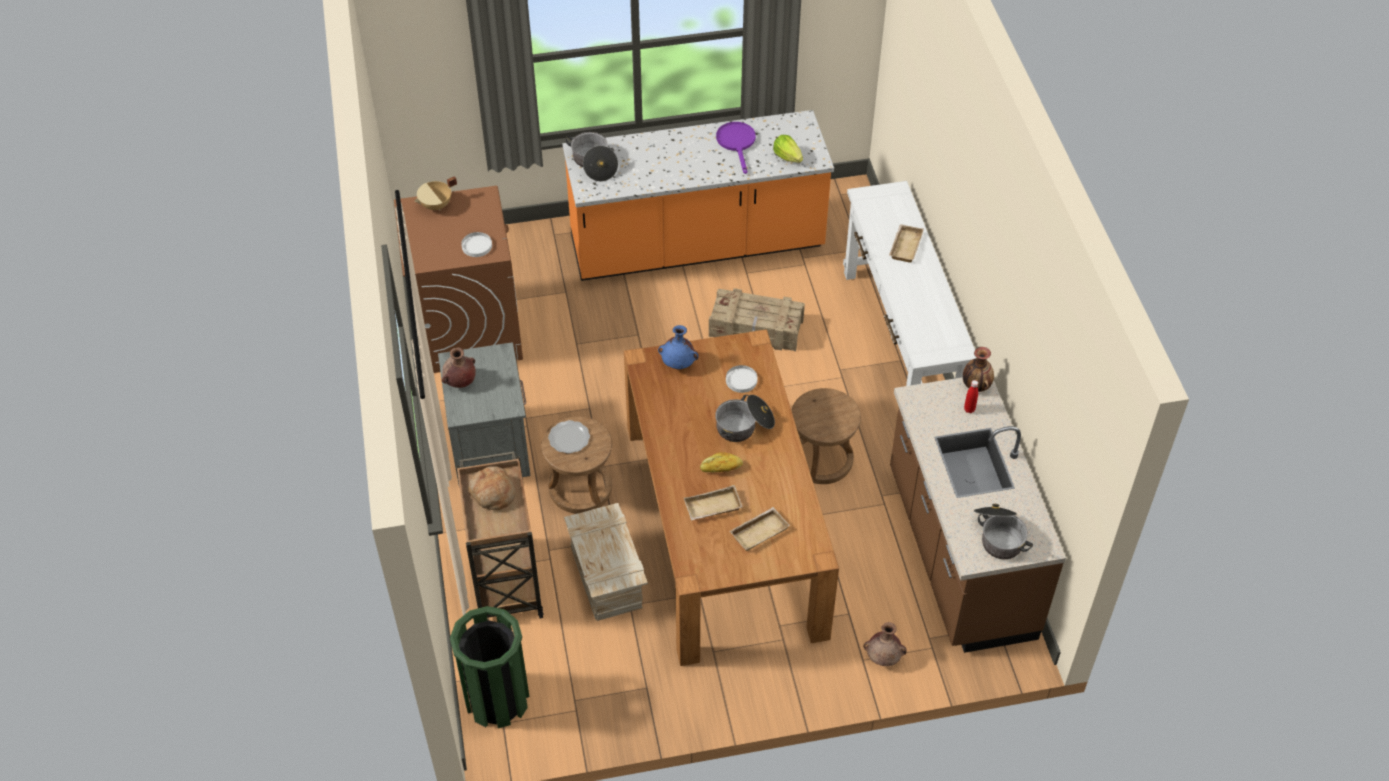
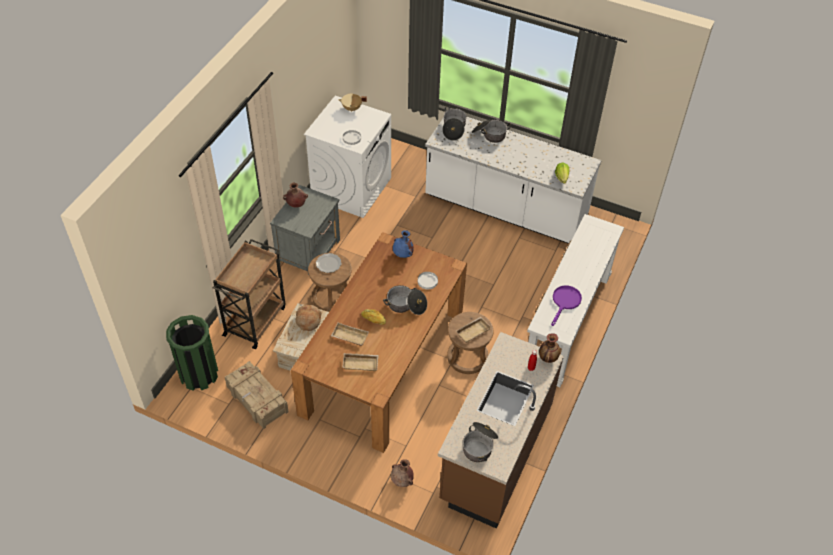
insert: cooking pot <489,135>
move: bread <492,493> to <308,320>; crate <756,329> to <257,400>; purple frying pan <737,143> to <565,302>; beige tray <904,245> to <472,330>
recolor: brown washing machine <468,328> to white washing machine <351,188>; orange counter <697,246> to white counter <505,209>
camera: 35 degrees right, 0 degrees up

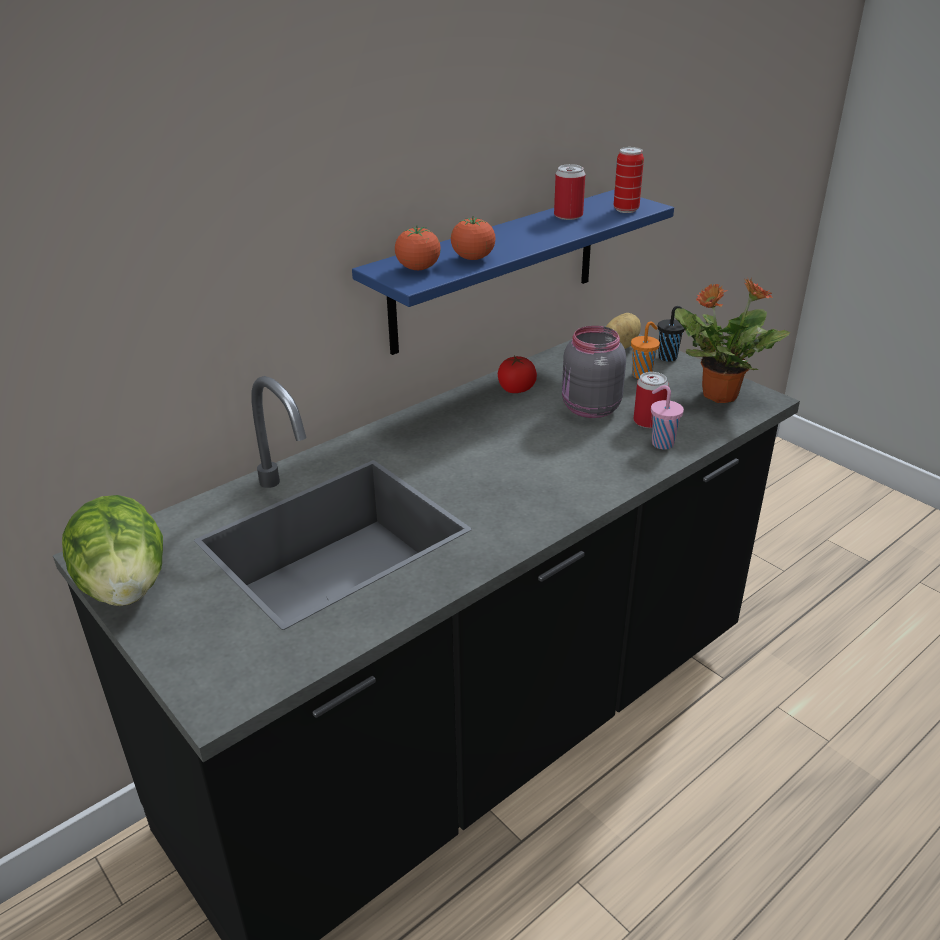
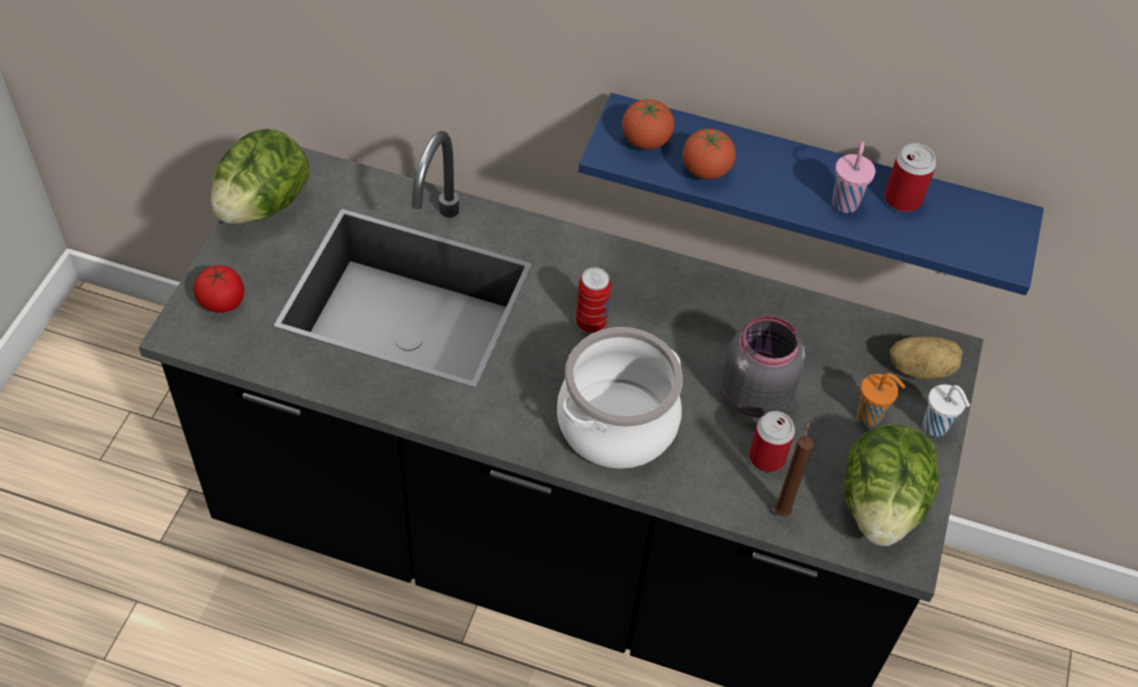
insert: cooking pot <616,422>; brown candle <782,509>
move: tomato <516,389> to <222,301>; can <626,210> to <591,323>; pink cup <661,443> to <845,202>
replace: potted plant <718,395> to lettuce <880,505>
recolor: black cup <669,357> to white cup <936,427>
camera: 55 degrees right, 20 degrees up

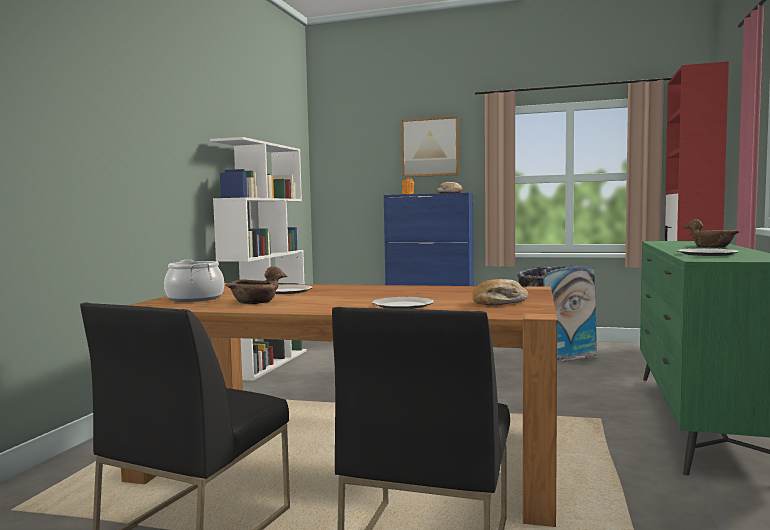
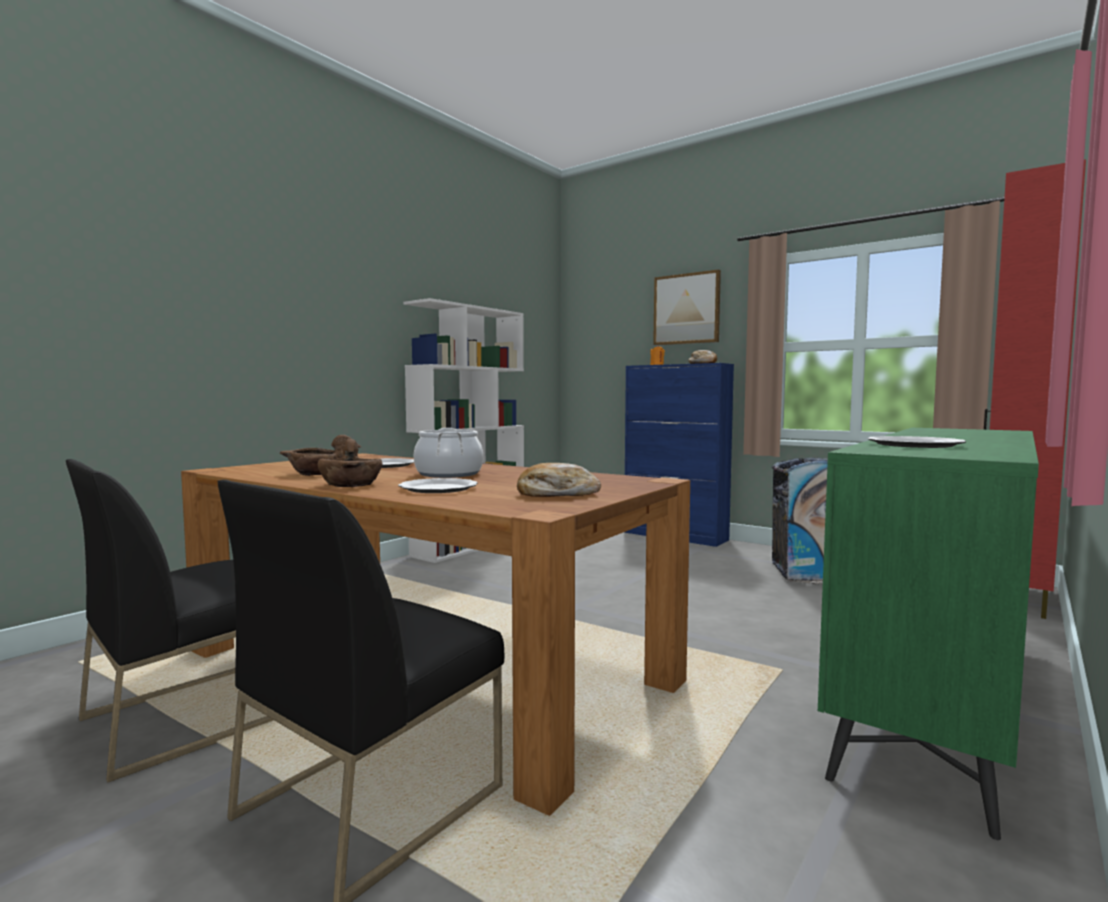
move: cooking pot <195,298> to <449,474>; brown bowl <712,246> to <351,484>
camera: 20 degrees right, 0 degrees up

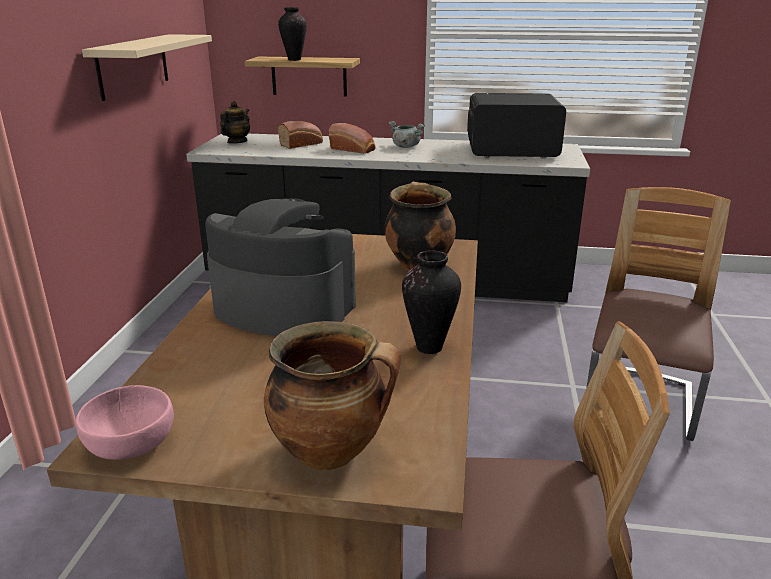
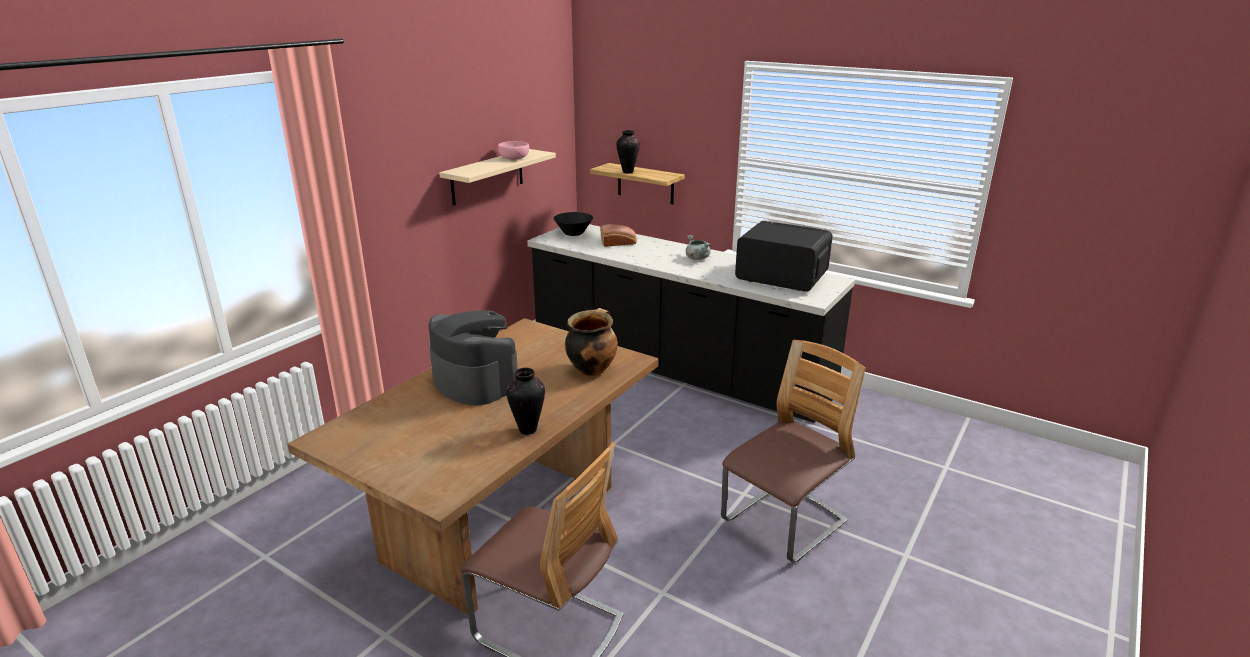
delete: cooking pot <332,451>; bread <353,149>
move: pink bowl <129,444> to <513,158>
replace: teapot <237,142> to black bowl <573,233>
camera: 25 degrees right, 0 degrees up

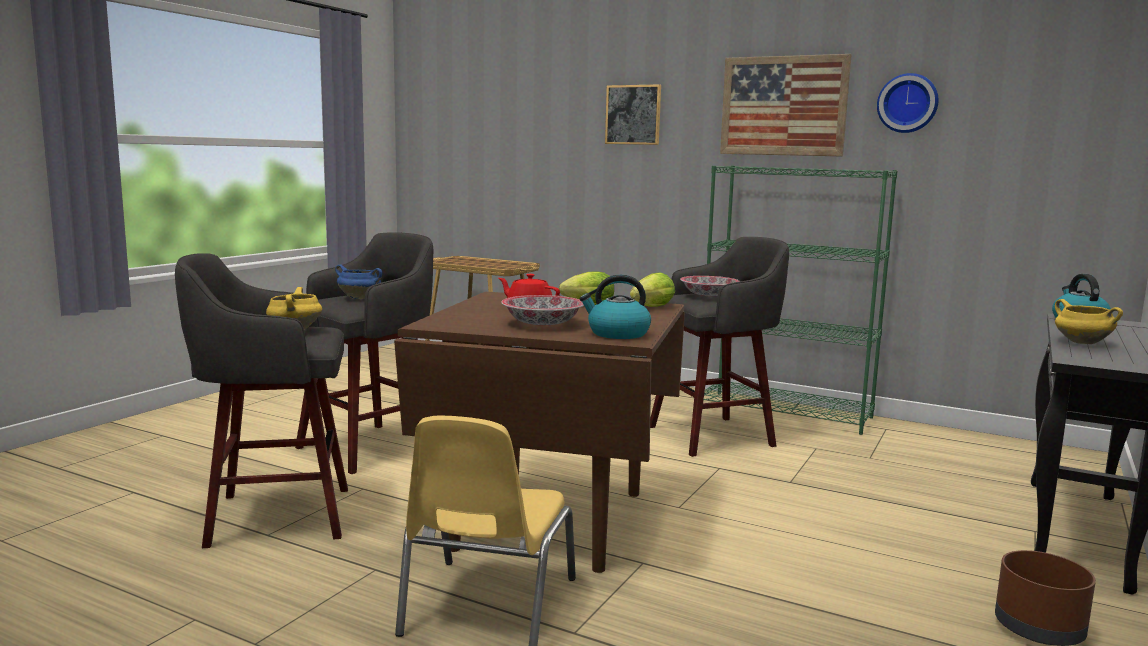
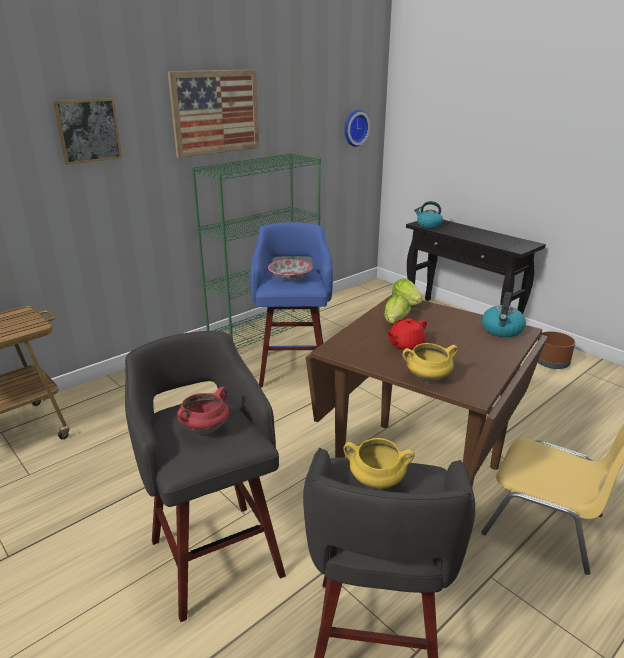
delete: bowl <542,324>
move: wall clock <907,103> to <354,128>; yellow cooking pot <1081,342> to <427,378>
recolor: blue cooking pot <360,298> to red cooking pot <205,428>; grey stool <714,436> to blue stool <293,368>
camera: 70 degrees left, 15 degrees up

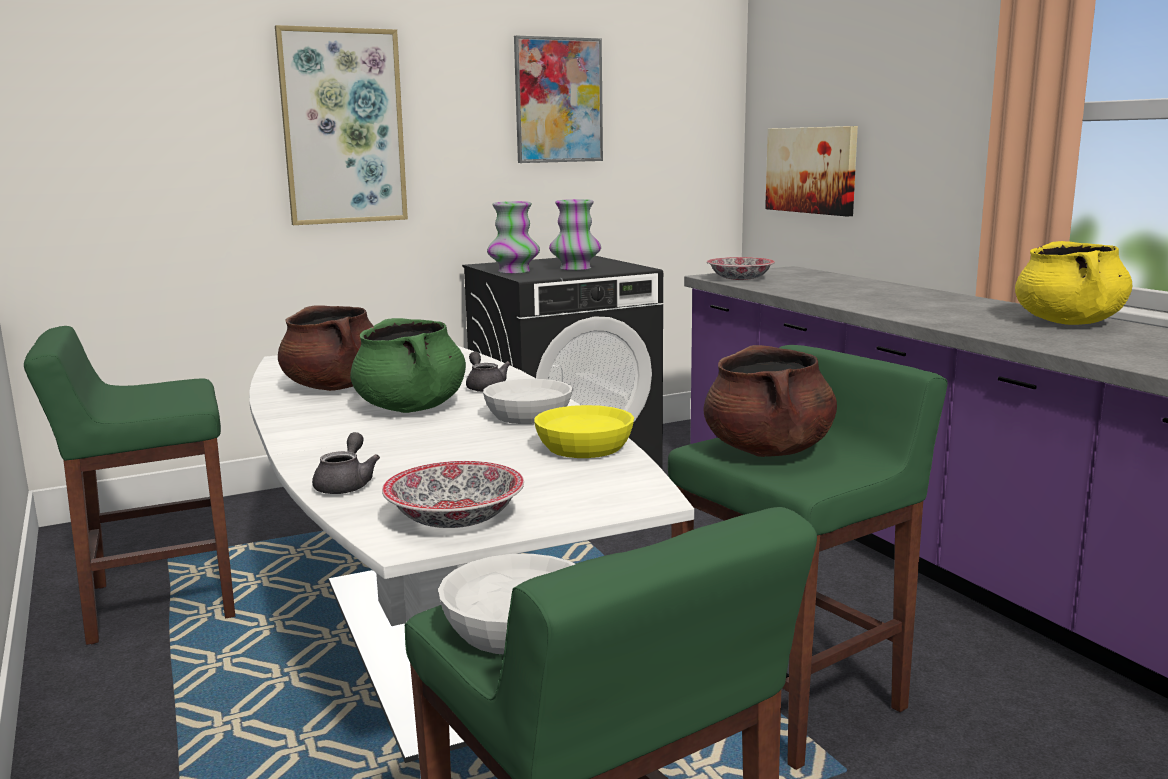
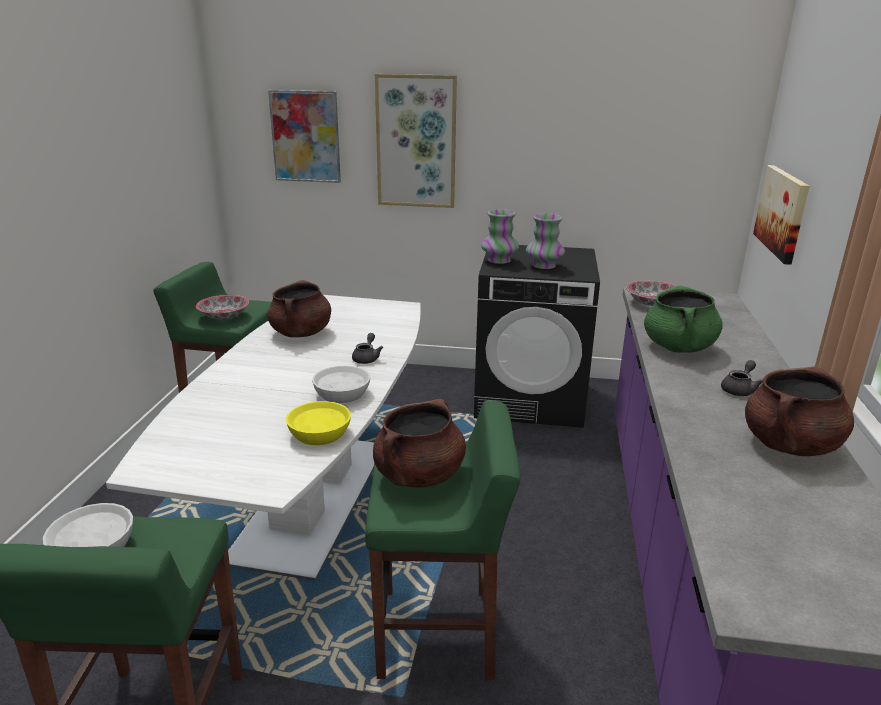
move: grey teapot <346,484> to <739,389>; green cooking pot <411,408> to <678,347>; bowl <456,519> to <224,316>; picture <558,100> to <305,136>
recolor: yellow cooking pot <1068,323> to brown cooking pot <790,445>
camera: 35 degrees right, 10 degrees up

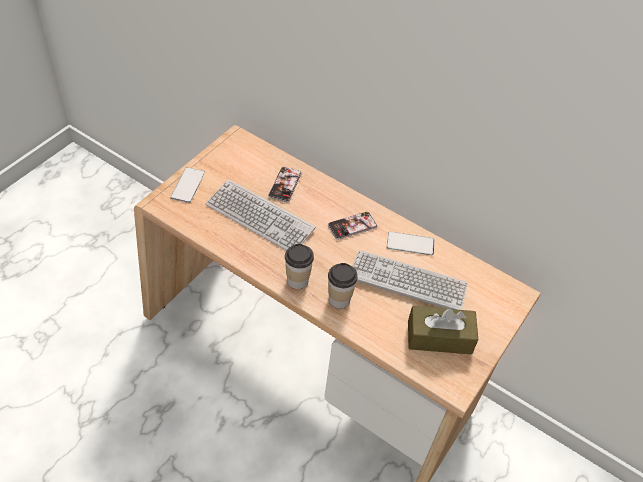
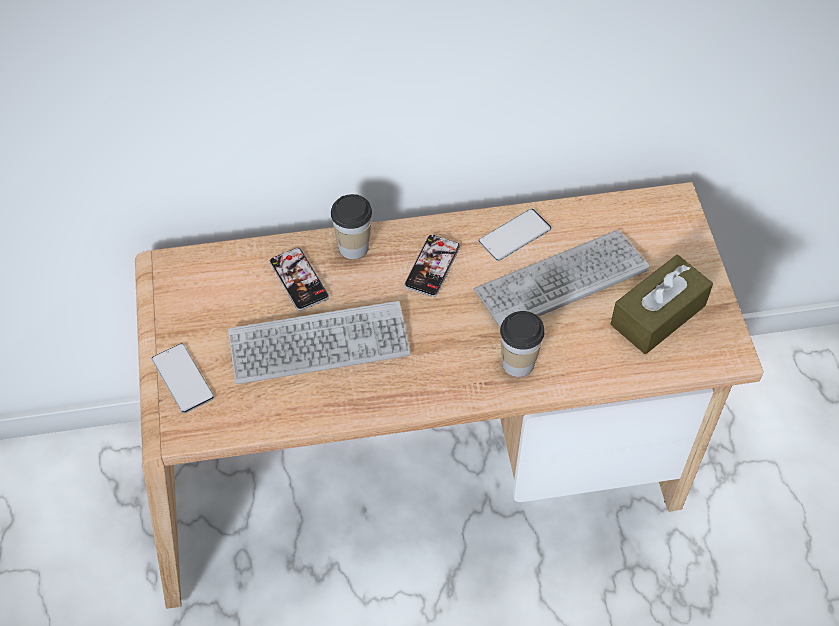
move: cup <297,280> to <353,247>
camera: 40 degrees left, 5 degrees up

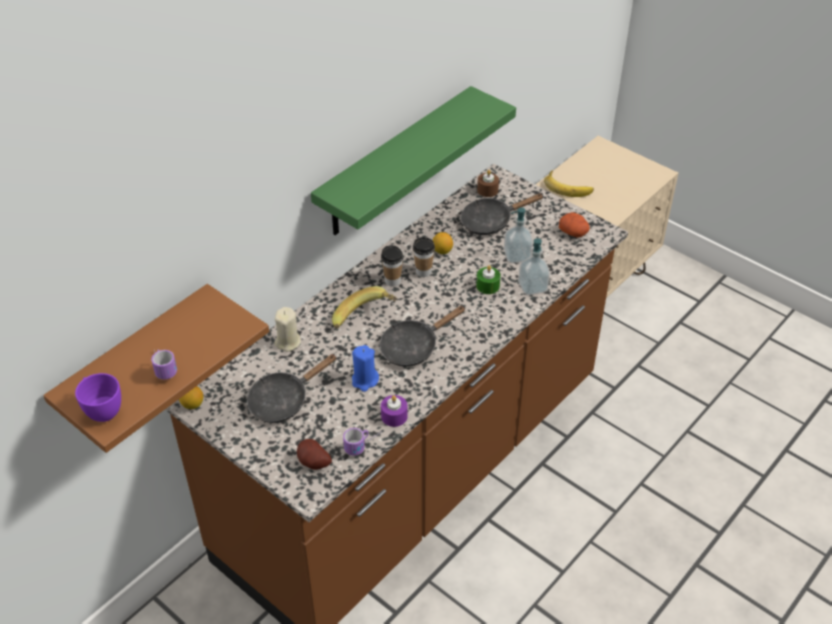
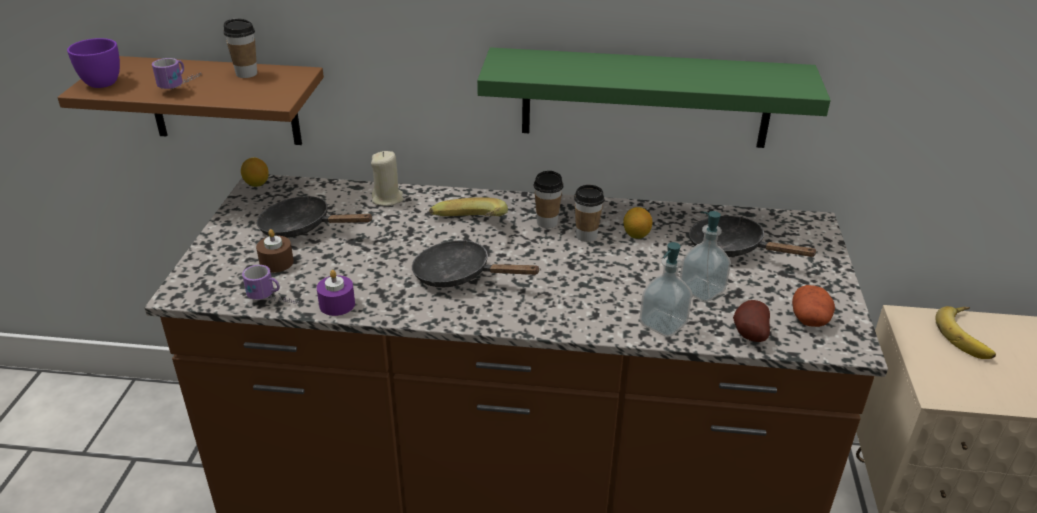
delete: blue candle <365,380>; green candle <487,286>
insert: cup <246,74>
move: potato <313,464> to <748,334>; brown candle <487,190> to <276,262>
camera: 55 degrees right, 10 degrees down

